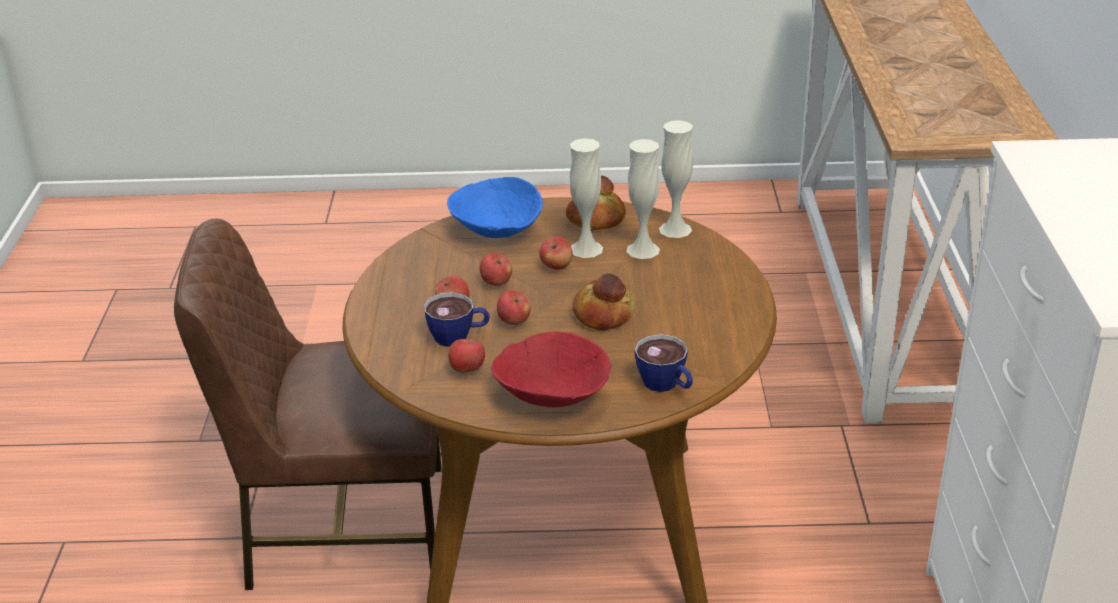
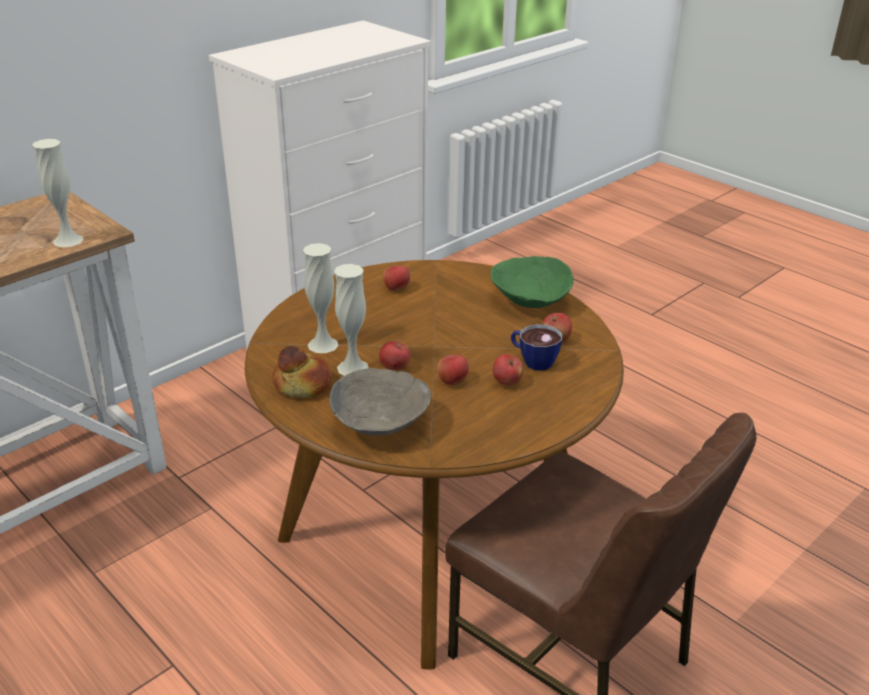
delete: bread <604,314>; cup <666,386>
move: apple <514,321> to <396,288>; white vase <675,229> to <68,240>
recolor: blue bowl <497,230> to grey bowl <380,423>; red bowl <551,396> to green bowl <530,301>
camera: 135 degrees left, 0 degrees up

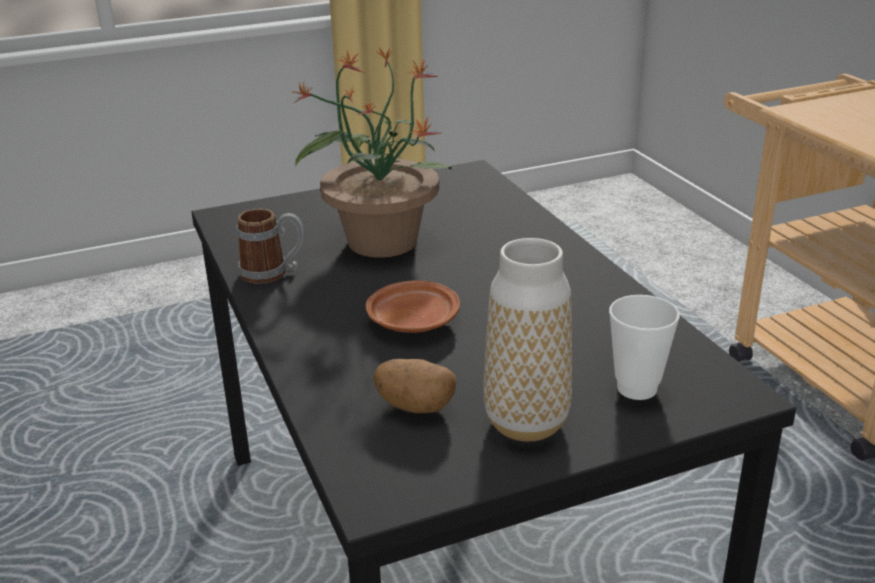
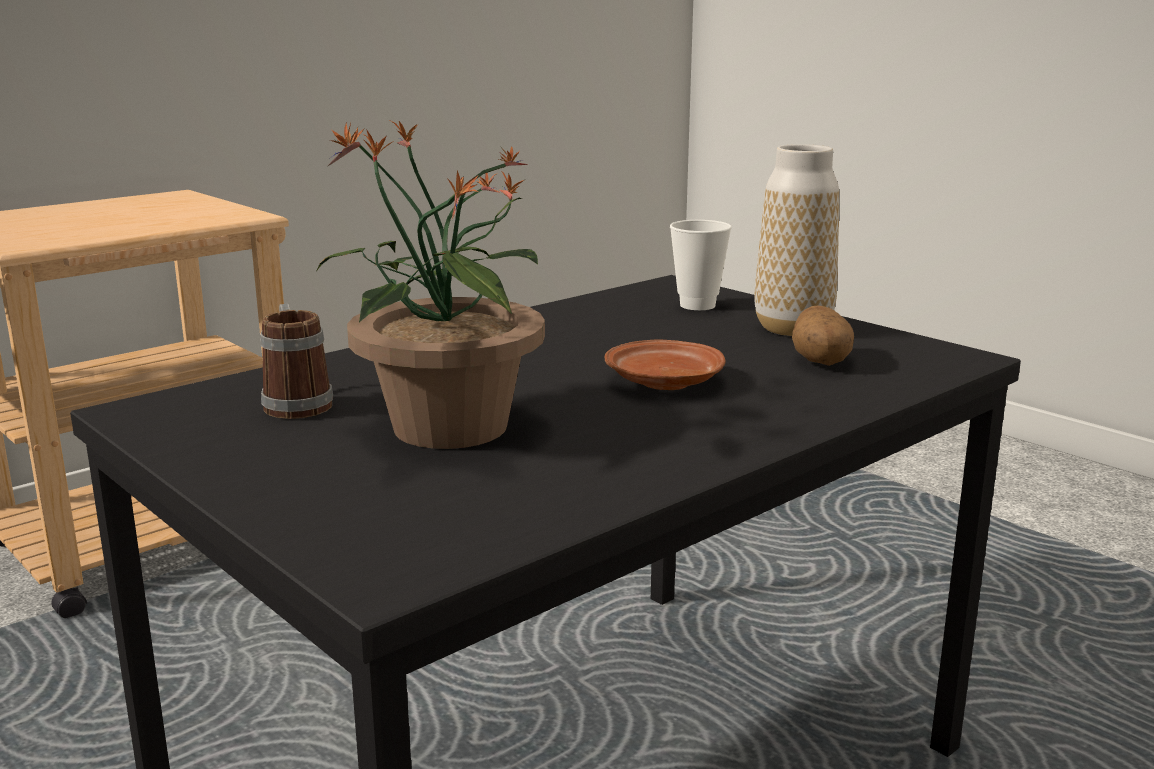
move: mug <273,273> to <296,402>
camera: 110 degrees left, 10 degrees down

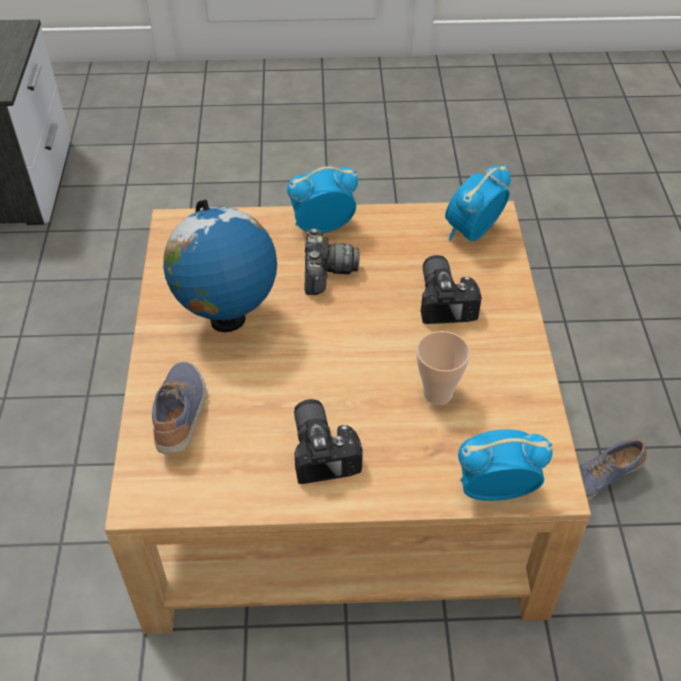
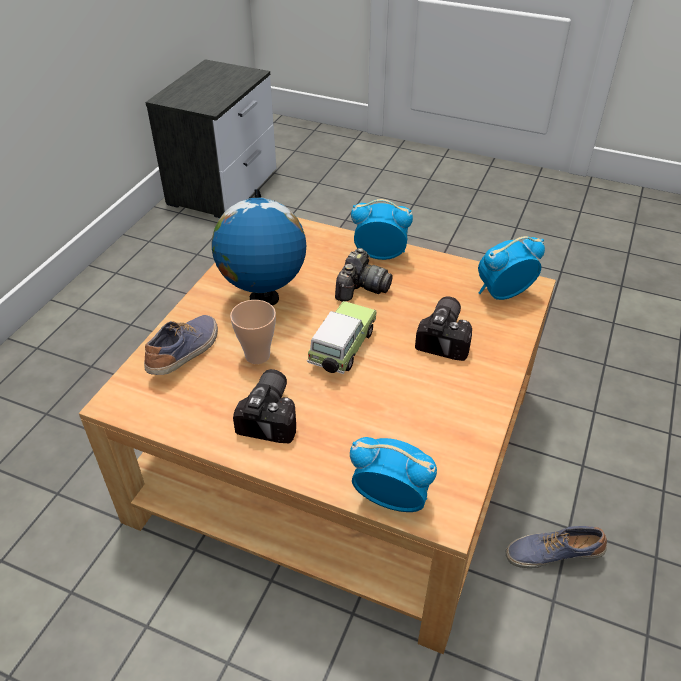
insert: toy car <341,350>
move: cup <437,393> to <257,355>
camera: 25 degrees right, 5 degrees down

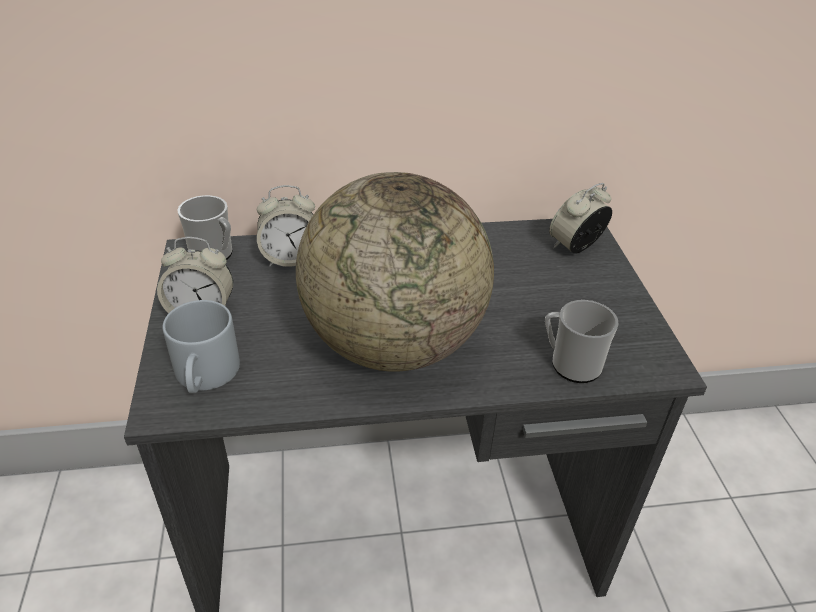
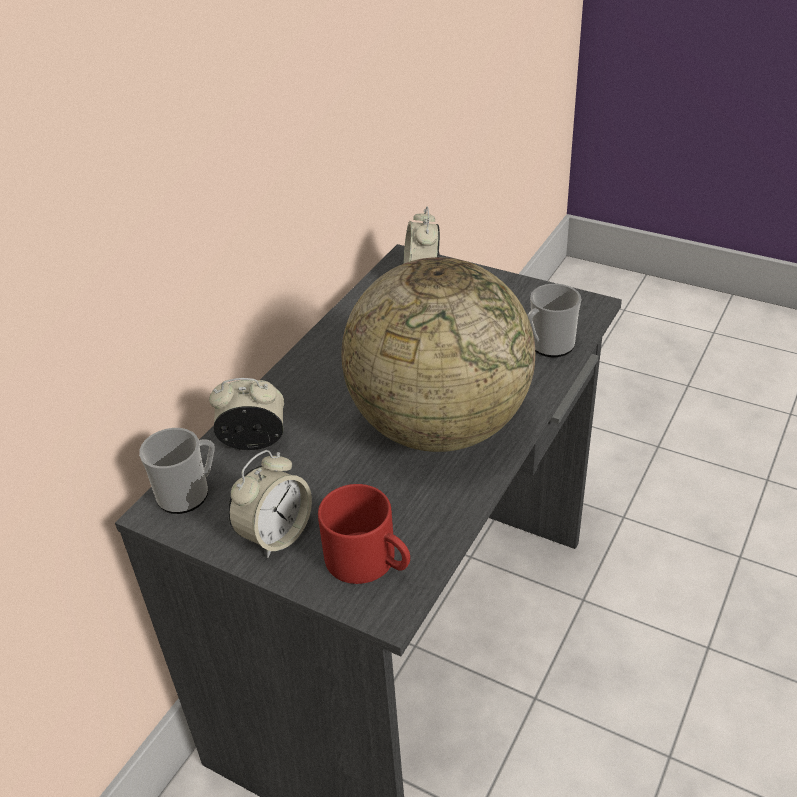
recolor: grey mug <206,376> to red mug <371,561>
rotate: alarm clock <290,258> = <254,442> 120 degrees counterclockwise
camera: 50 degrees left, 0 degrees up

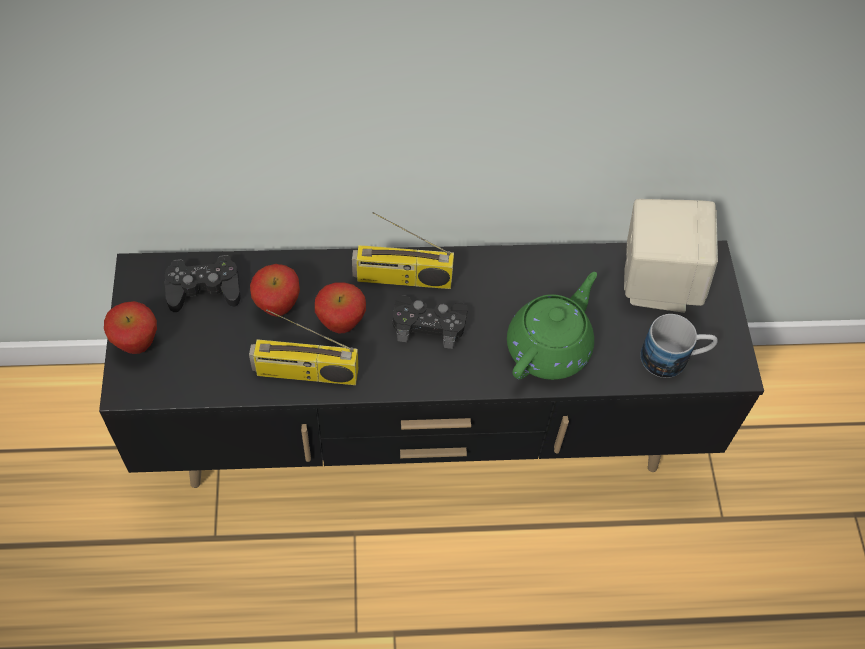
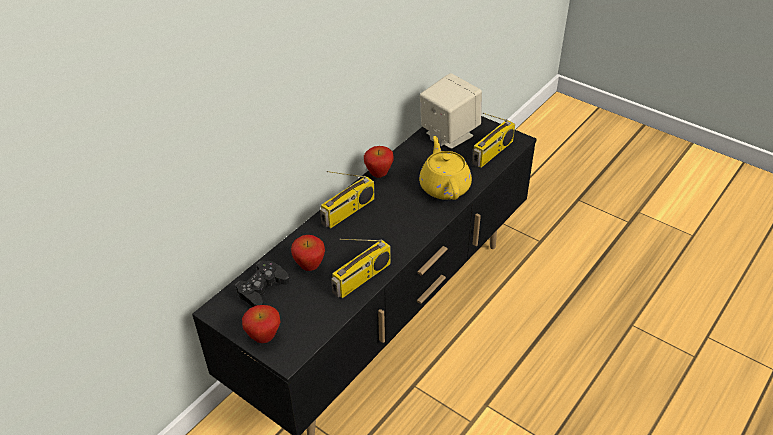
delete: black game controller <429,325>
move: apple <341,324> to <379,174>
replace: mug <674,358> to radio <492,153>
recolor: green teapot <549,347> to yellow teapot <444,186>
camera: 45 degrees left, 15 degrees down

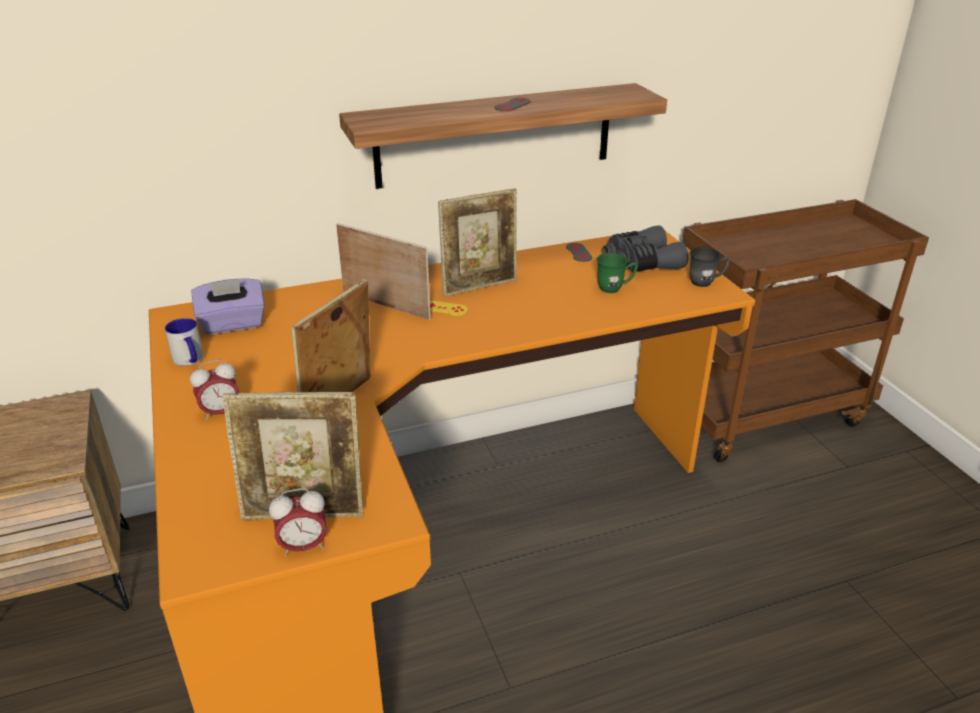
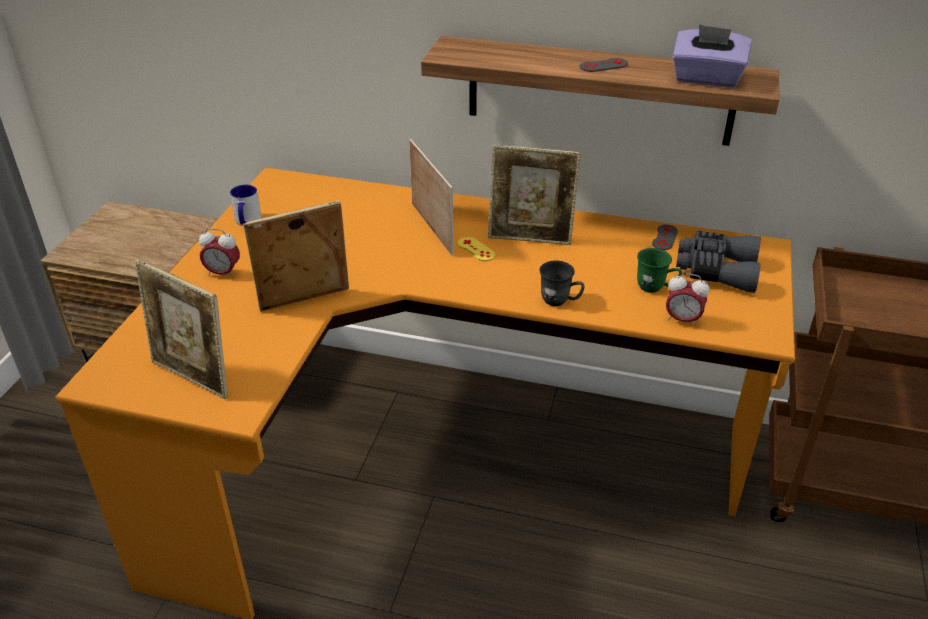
move: purple tissue box <233,324> to <706,79>; alarm clock <303,547> to <682,320>; grey mug <706,282> to <560,301>
camera: 35 degrees right, 5 degrees up

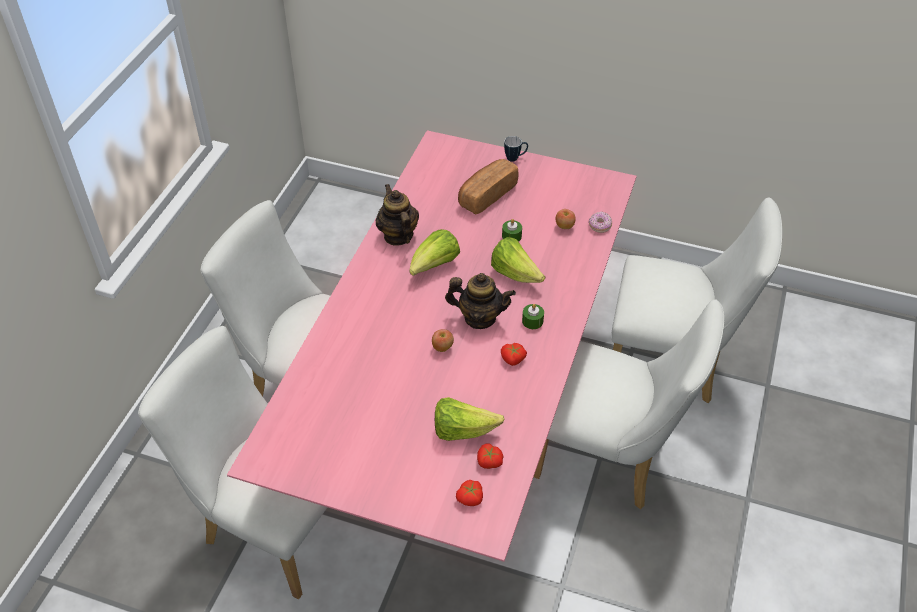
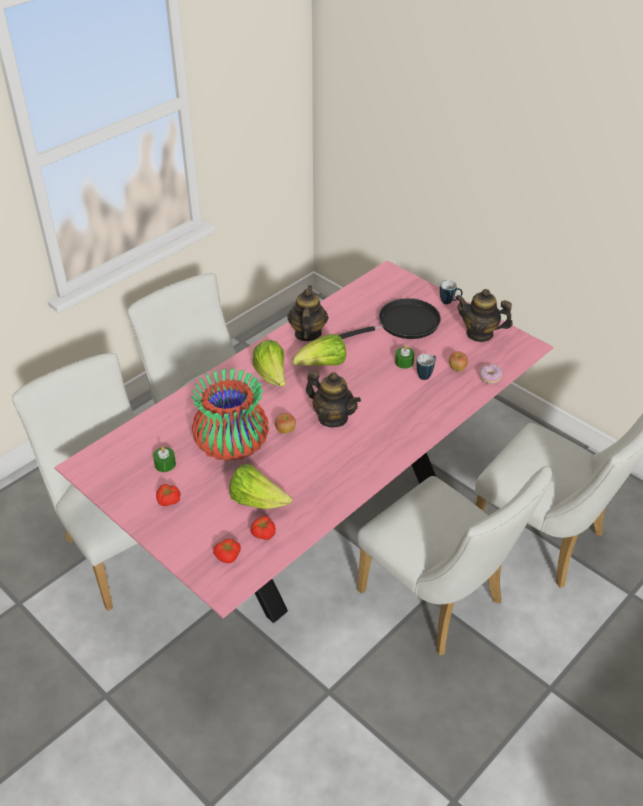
insert: vase <232,446>; mug <426,375>; teapot <480,333>
move: lettuce <515,274> to <272,376>; tomato <513,359> to <168,501>; green candle <532,321> to <165,464>
replace: bread <486,195> to black frying pan <404,324>
camera: 25 degrees right, 5 degrees down

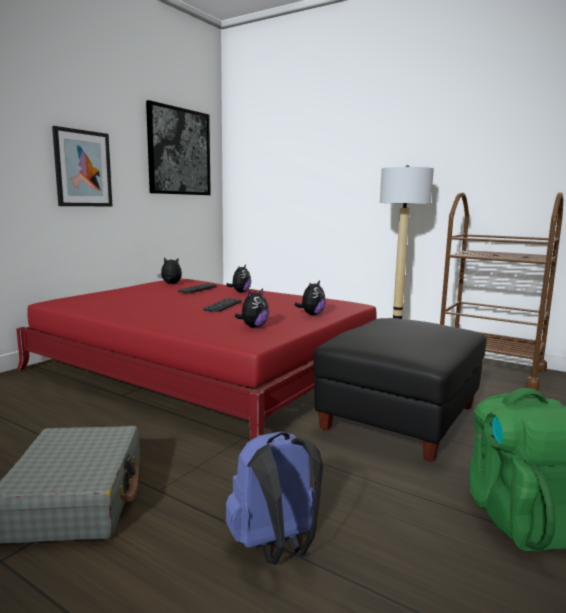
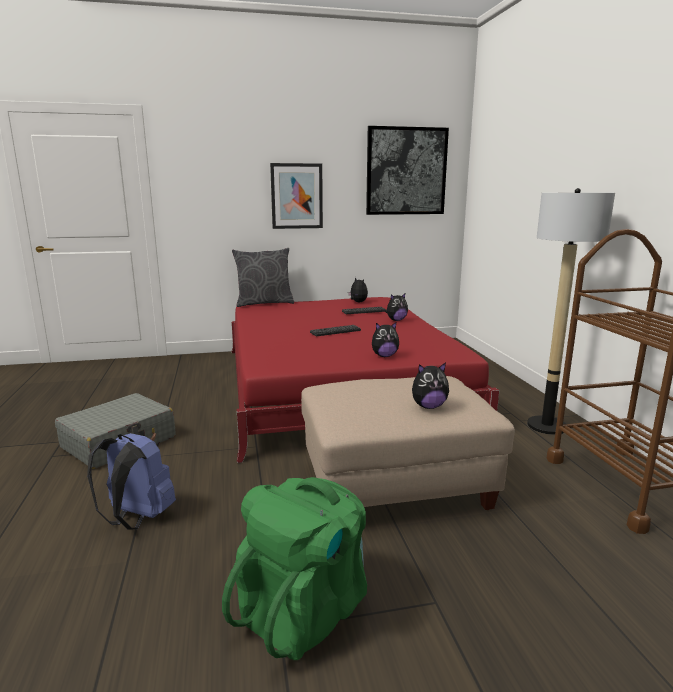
insert: grey pillow <264,303>
move: plush toy <253,326> to <428,406>
recolor: black ottoman <399,418> to beige ottoman <396,485>
camera: 45 degrees right, 5 degrees up

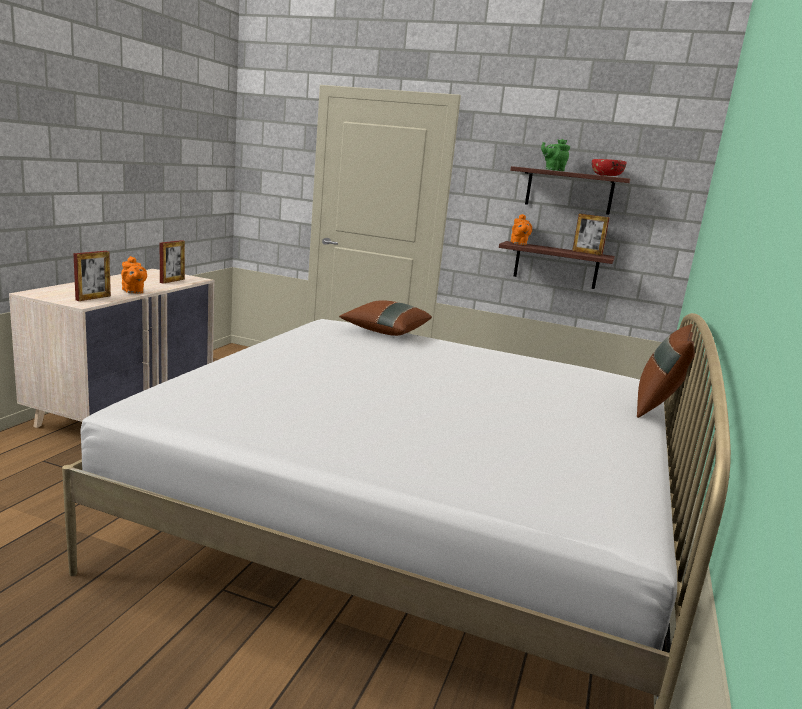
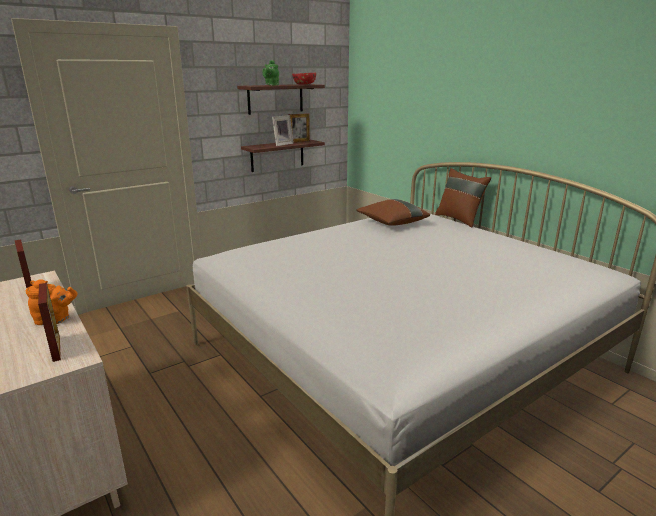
delete: orange teapot <519,244>
insert: picture frame <282,144>
move: brown pillow <385,331> to <391,223>
camera: 55 degrees left, 5 degrees up

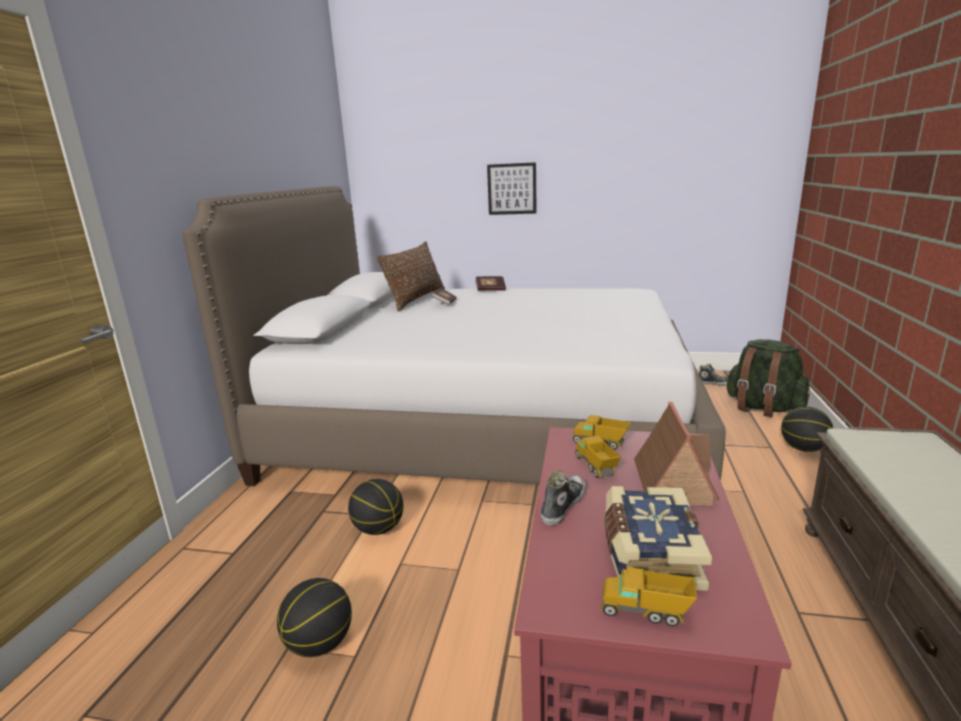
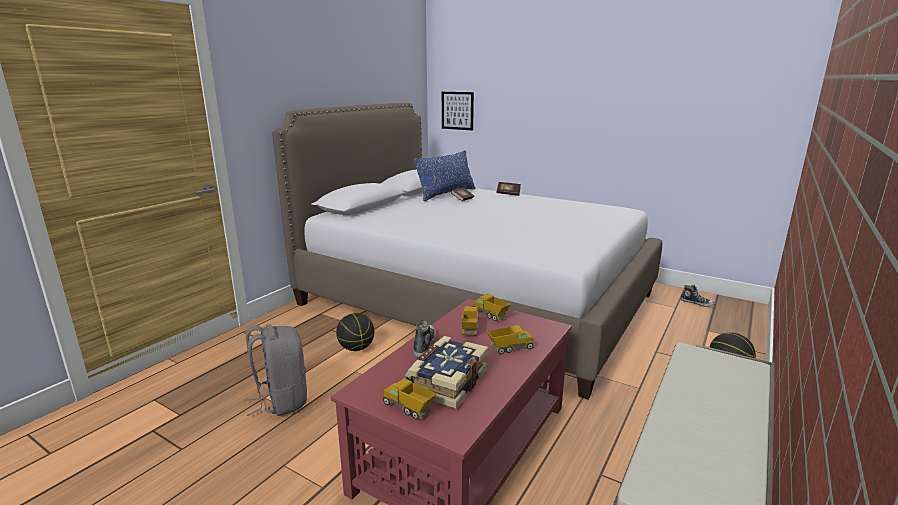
delete: green backpack <762,408>
move: picture <512,189> to <457,110>
replace: basketball <319,643> to grey backpack <281,400>; toy house <671,482> to toy truck <510,349>
recolor: brown pillow <416,299> to blue pillow <446,194>
rotate: shoe <562,505> = <423,345> 45 degrees counterclockwise
camera: 20 degrees right, 0 degrees up

